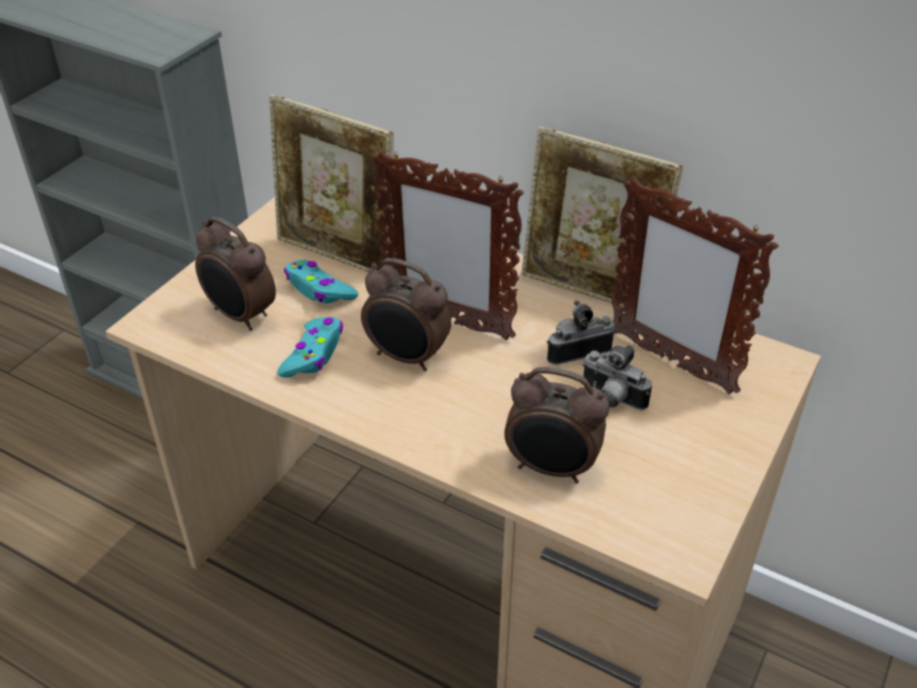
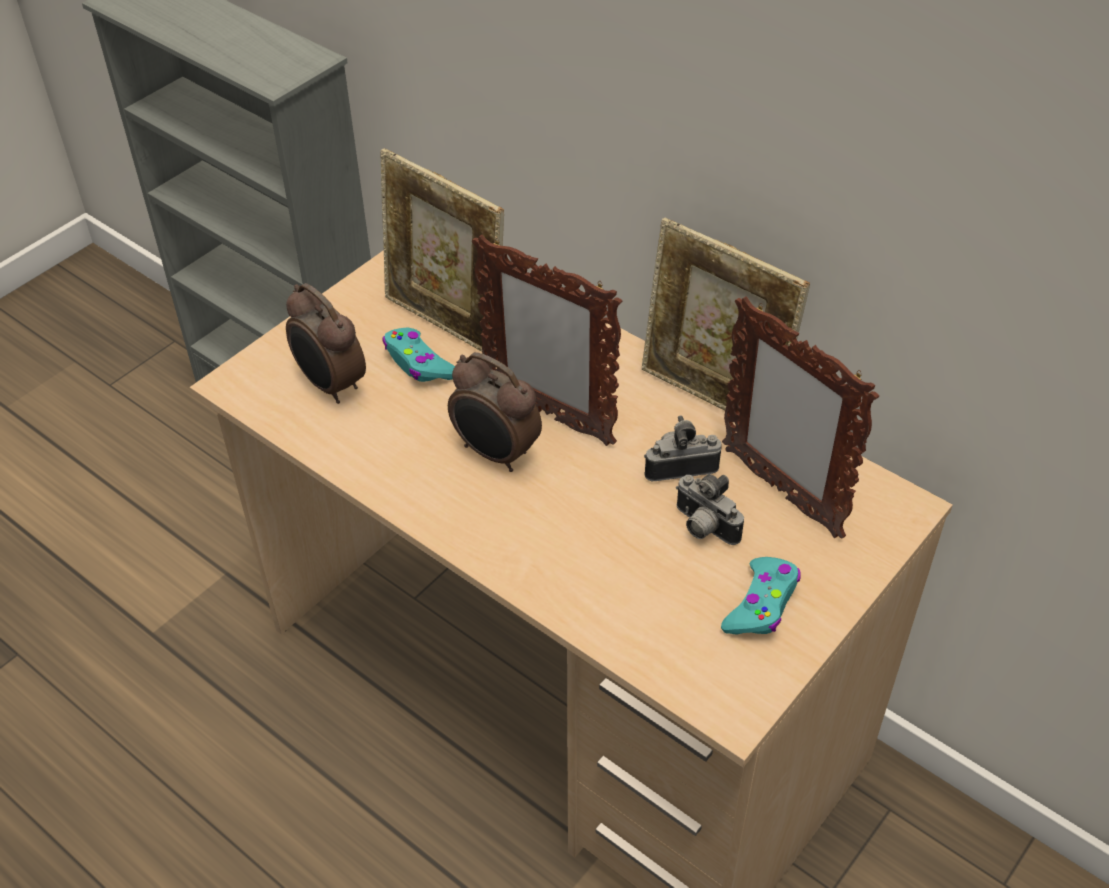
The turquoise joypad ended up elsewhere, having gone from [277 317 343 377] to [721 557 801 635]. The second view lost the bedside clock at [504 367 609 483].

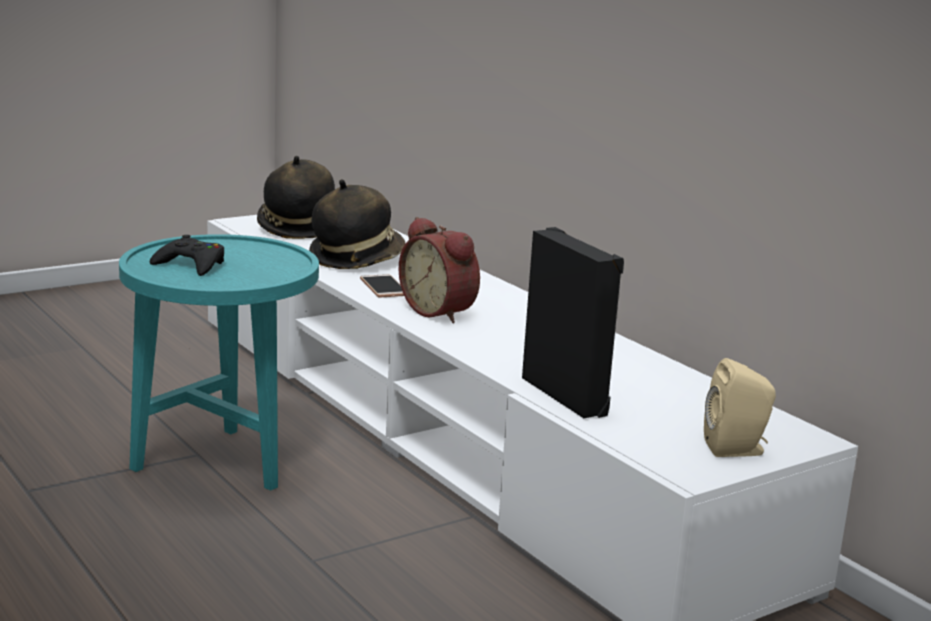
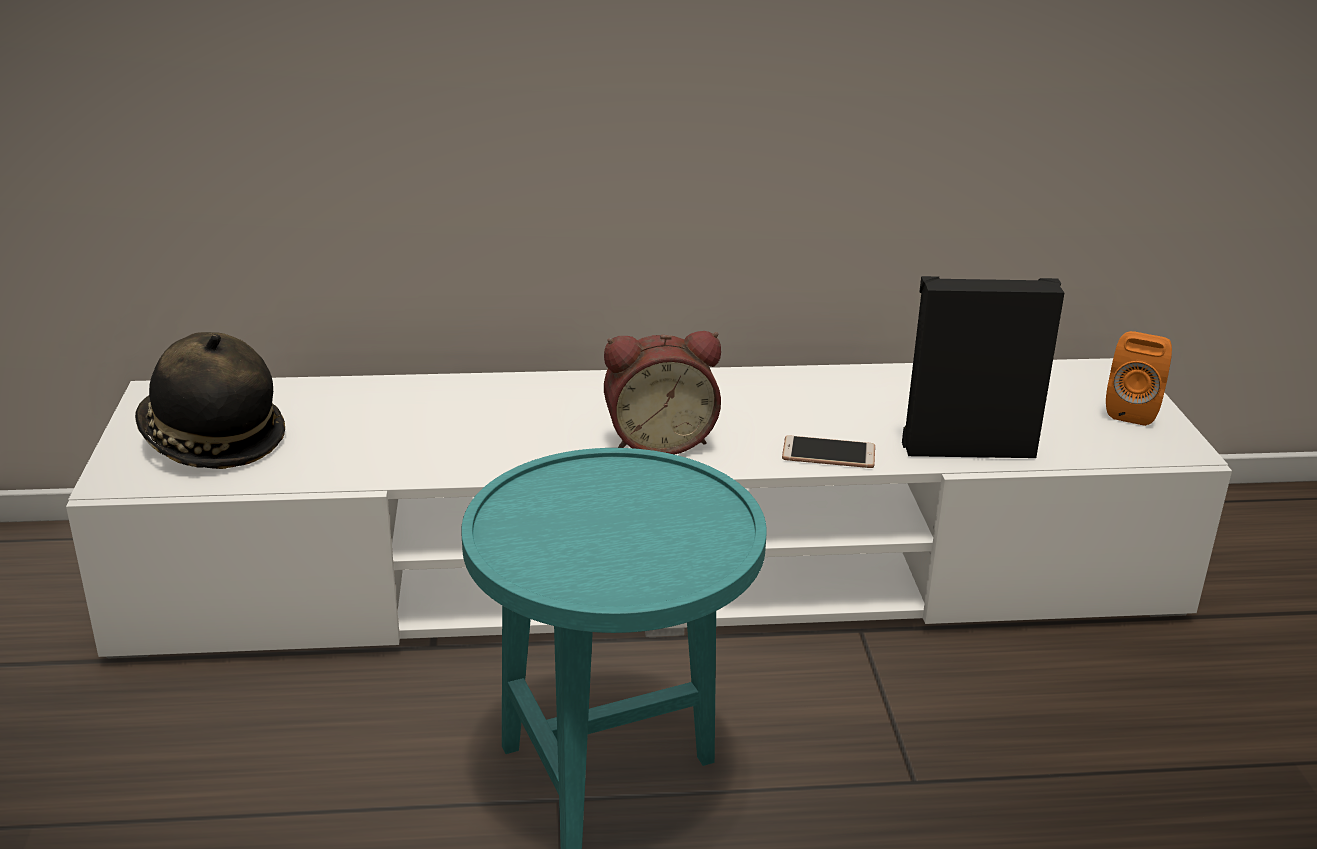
The second view lost the black joypad at [150 235 224 276]. The second view lost the clothing hat at [309 179 405 269]. The handset ended up elsewhere, having gone from [360 274 404 297] to [782 435 875 468]. What was the sand-coloured speaker at [704 358 776 457] turned into the orange speaker at [1106 331 1172 426].

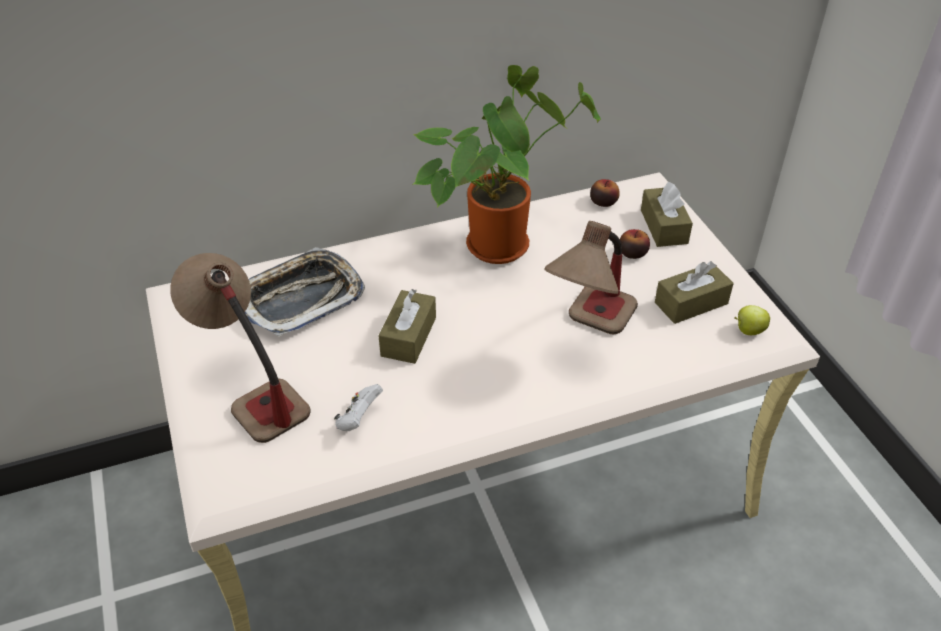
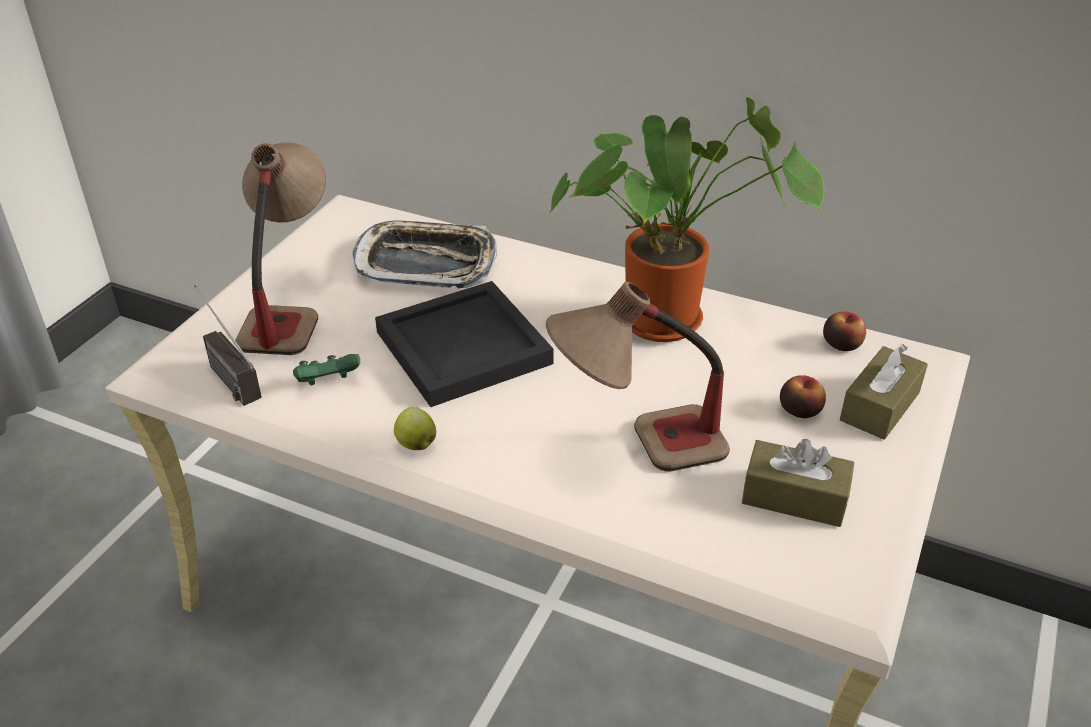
What was the white-coloured joypad at [334 384 383 431] turned into the green joypad at [293 354 360 386]. Where the brown-coloured tissue box stood at [378 289 436 364], the black serving tray came to stand at [375 281 554 407]. The apple ended up elsewhere, having gone from [734 305 770 335] to [394 407 436 450]. The second view gained the radio set at [194 285 261 406].

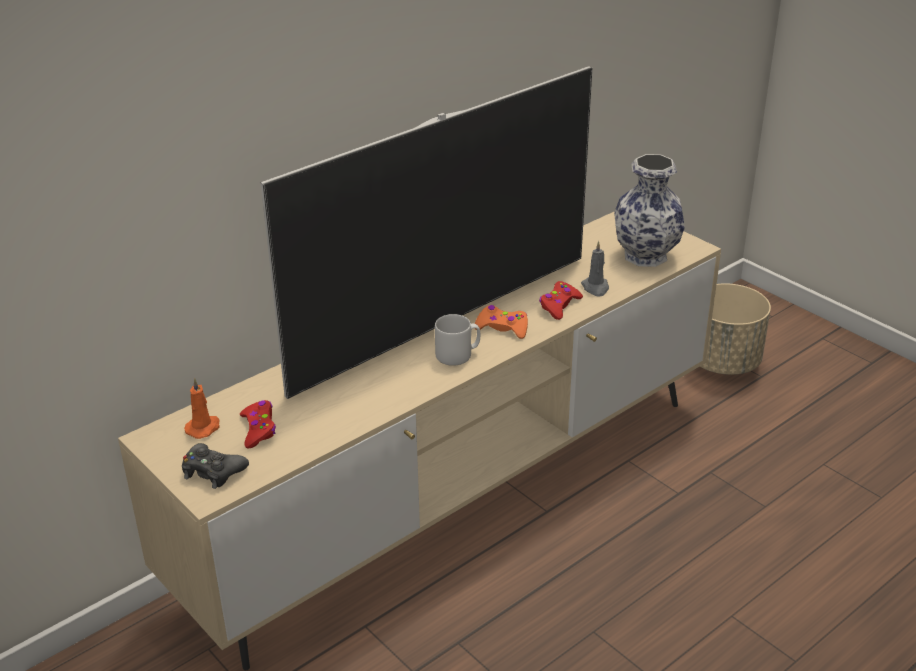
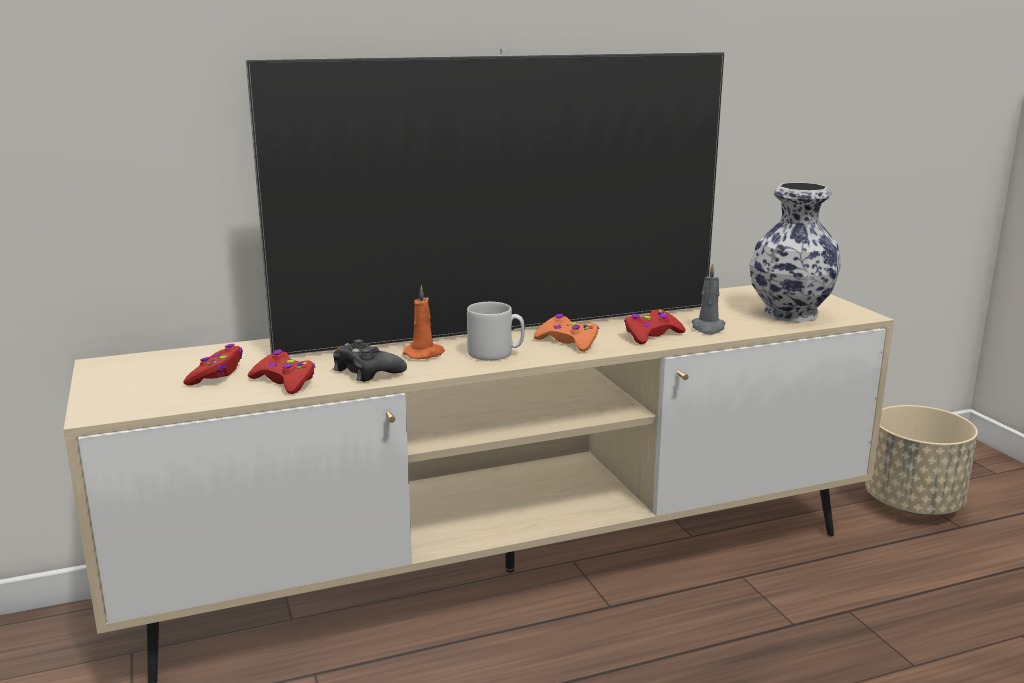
The black joypad ended up elsewhere, having gone from [182 443 249 489] to [333 339 407 382]. The orange wax light ended up elsewhere, having gone from [184 378 220 439] to [403 285 445 359]. The second view gained the red-coloured joypad at [248 349 316 394].

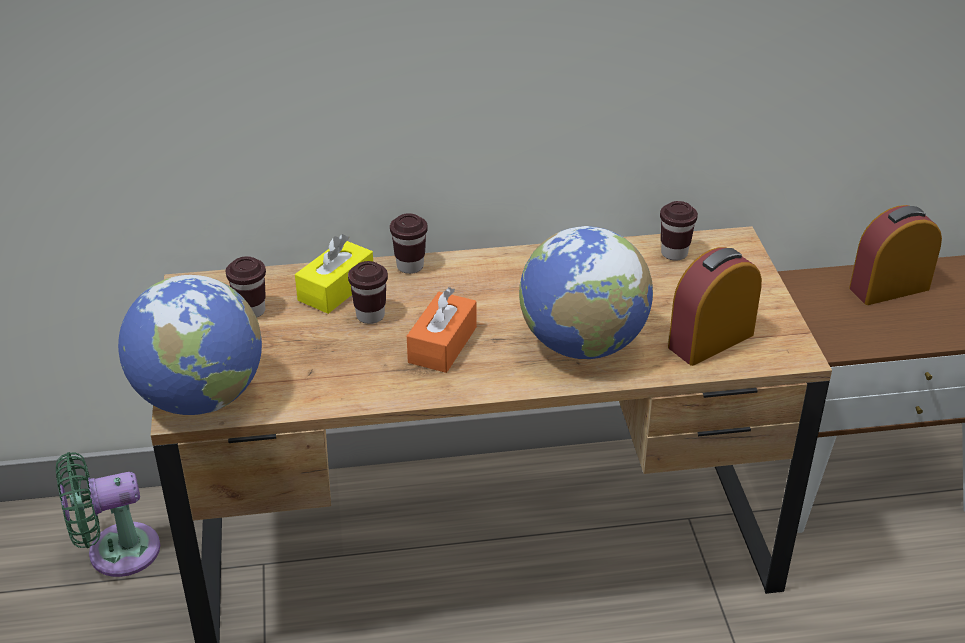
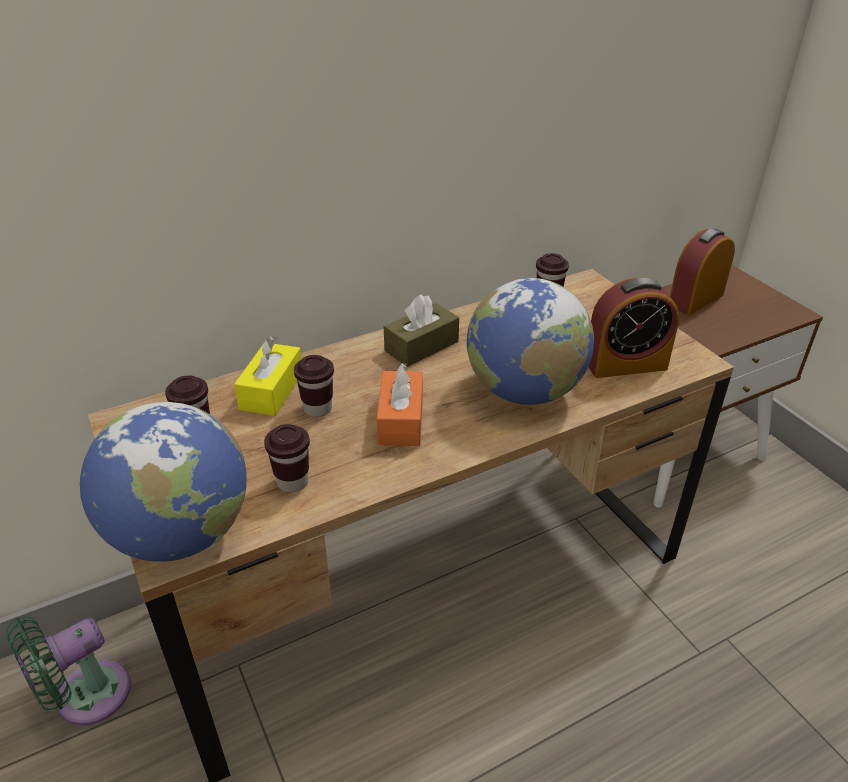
The brown-coloured small cup ended up elsewhere, having gone from [390 213 428 274] to [264 424 310 492]. The bedside clock at [668 247 762 366] ended up facing another way, 135 degrees counterclockwise from before. The second view gained the brown-coloured tissue box at [384 294 459 367].

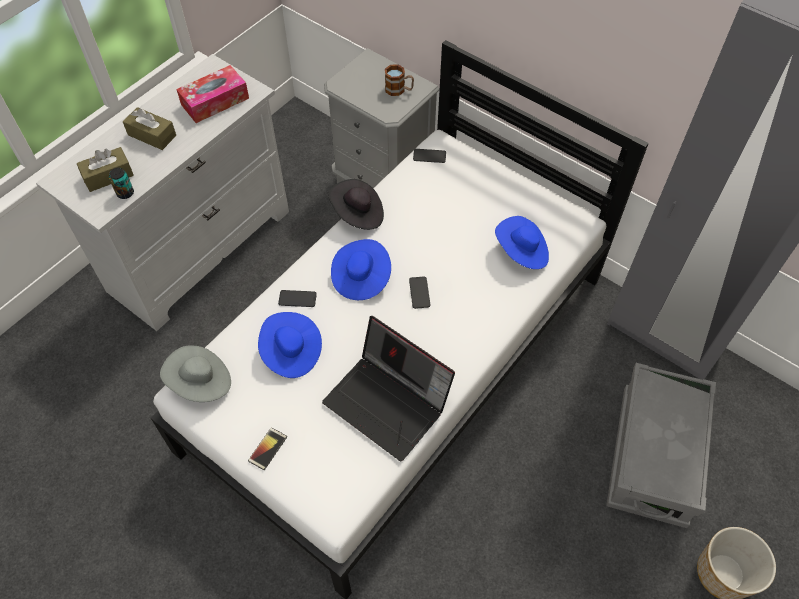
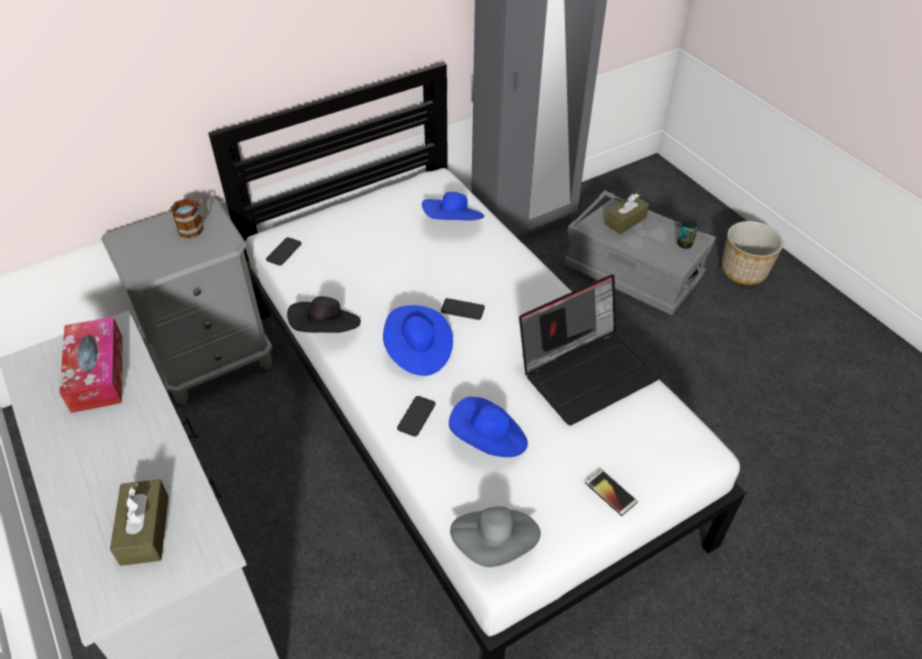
The sealed can ended up elsewhere, having gone from [109 168 134 199] to [677 220 698 249]. The brown-coloured tissue box ended up elsewhere, having gone from [123 107 176 150] to [605 193 649 234].

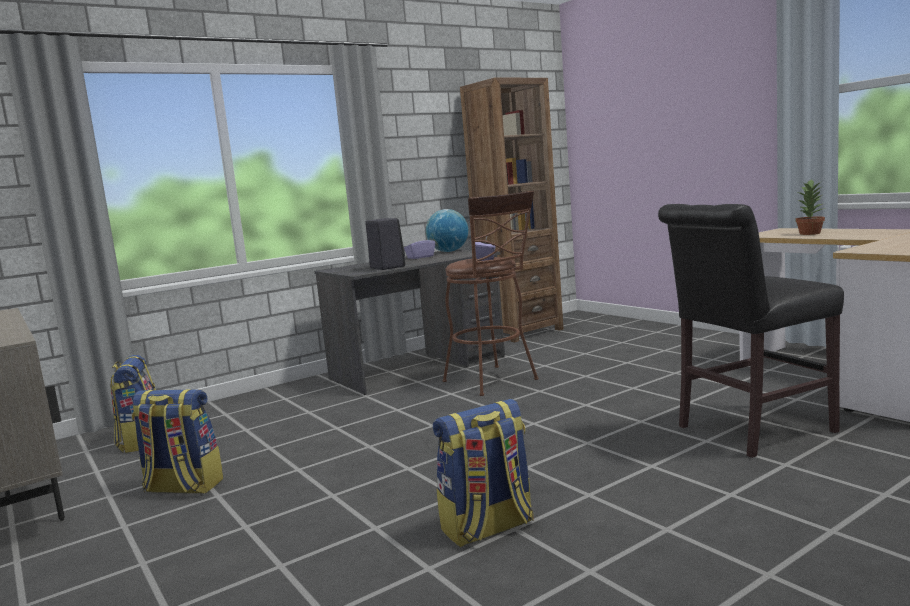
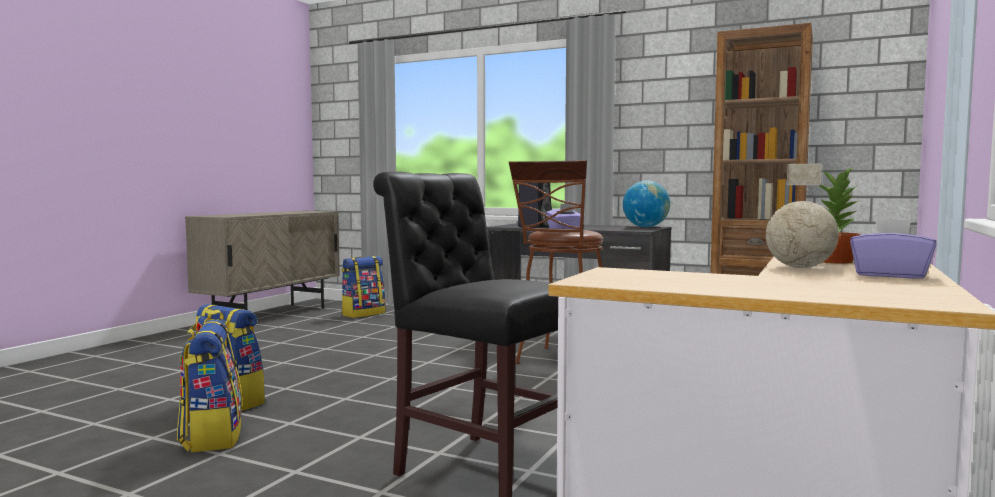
The knapsack ended up elsewhere, having gone from [132 389 223 494] to [177 320 243 452]. The purplish tissue box ended up elsewhere, having gone from [404 235 435 259] to [850 219 936 279]. The second view gained the desk globe at [766 163 839 268].

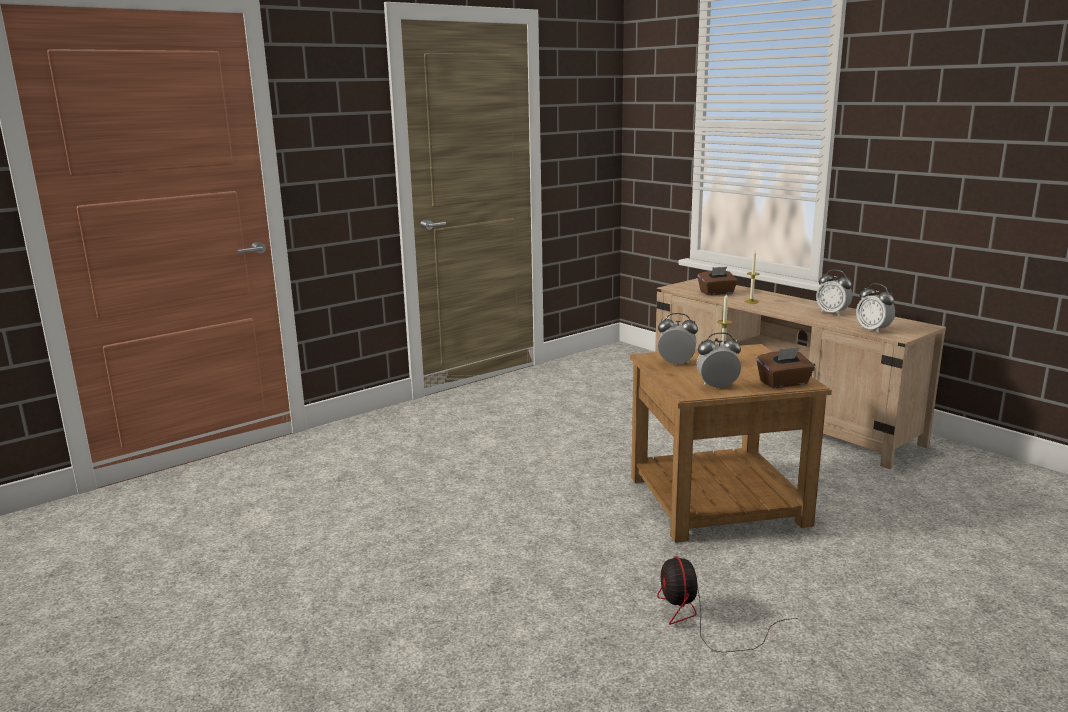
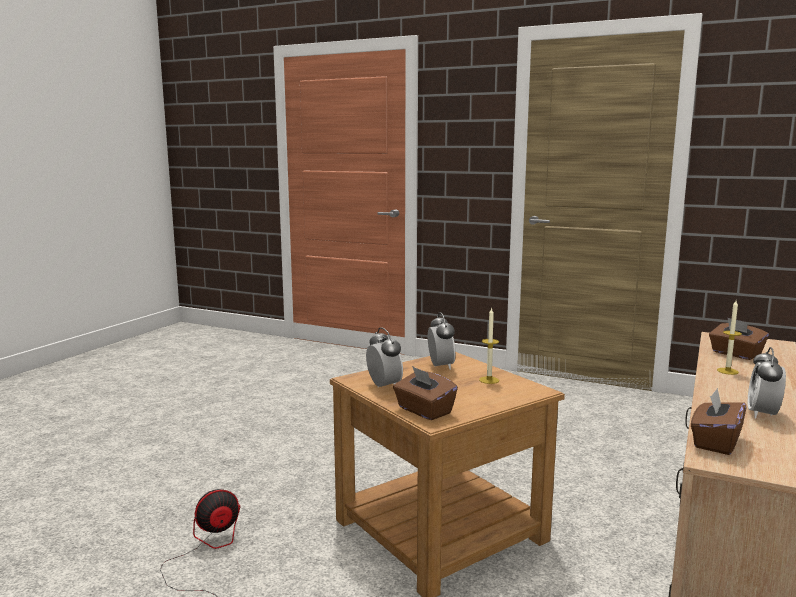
Where the bedside clock stood at [856 283 895 333], the brown-coloured tissue box came to stand at [691 388 746 455].

